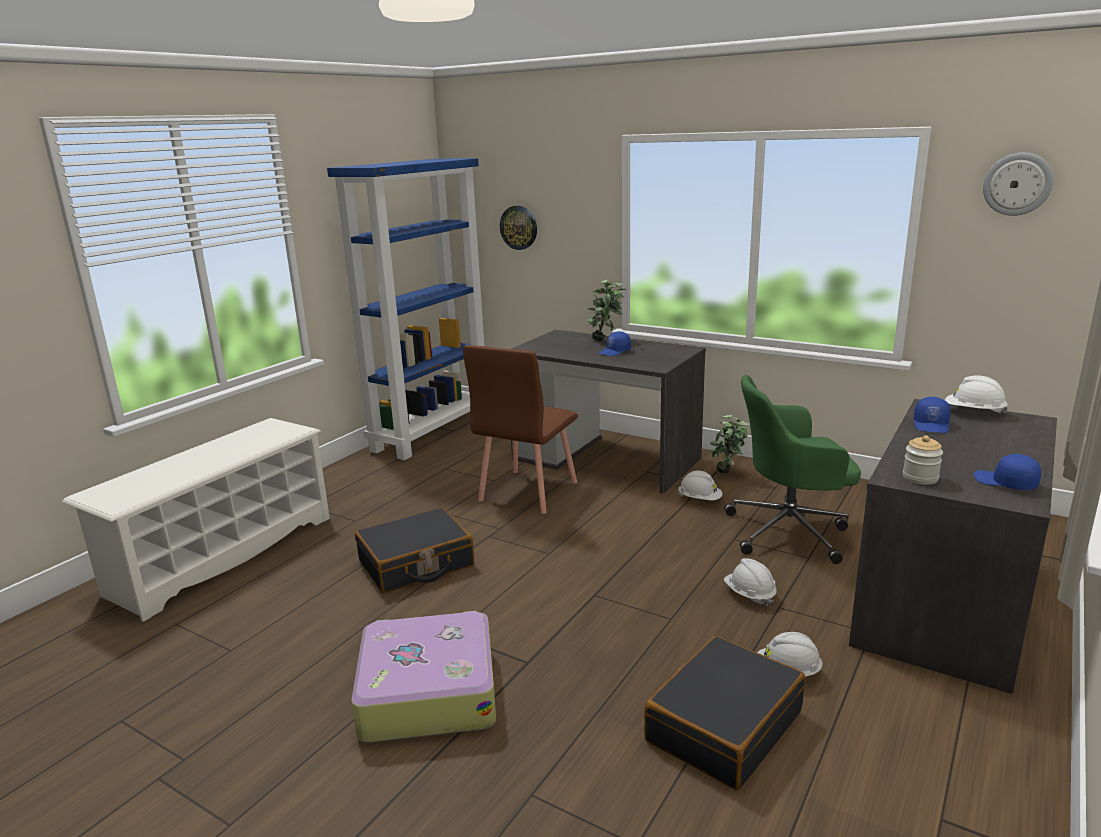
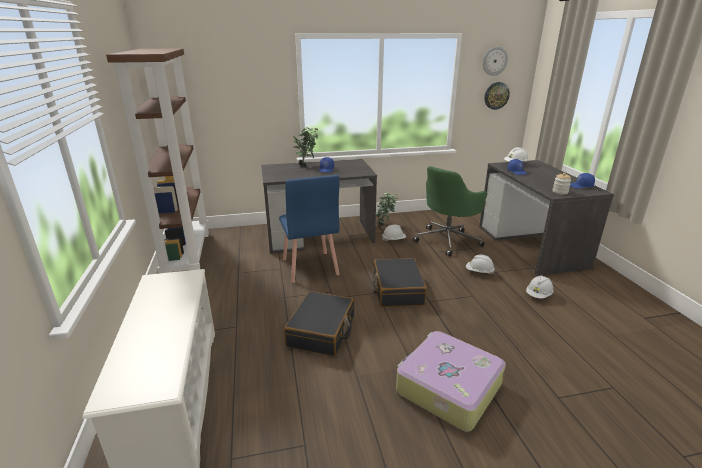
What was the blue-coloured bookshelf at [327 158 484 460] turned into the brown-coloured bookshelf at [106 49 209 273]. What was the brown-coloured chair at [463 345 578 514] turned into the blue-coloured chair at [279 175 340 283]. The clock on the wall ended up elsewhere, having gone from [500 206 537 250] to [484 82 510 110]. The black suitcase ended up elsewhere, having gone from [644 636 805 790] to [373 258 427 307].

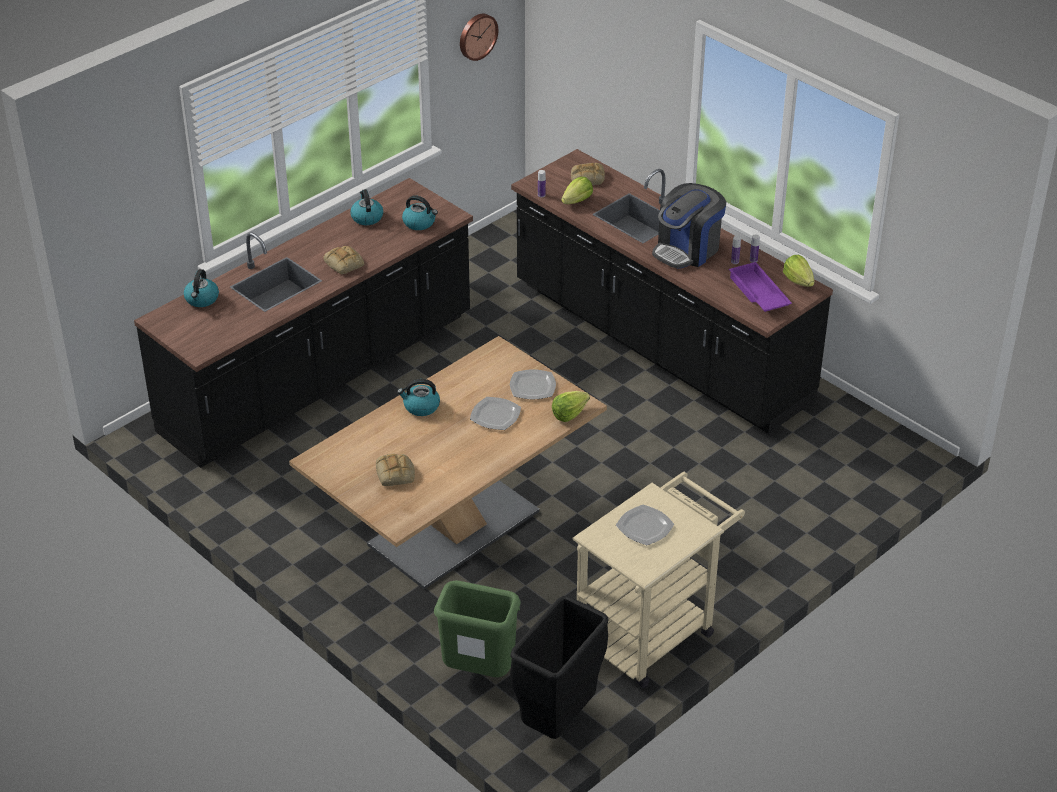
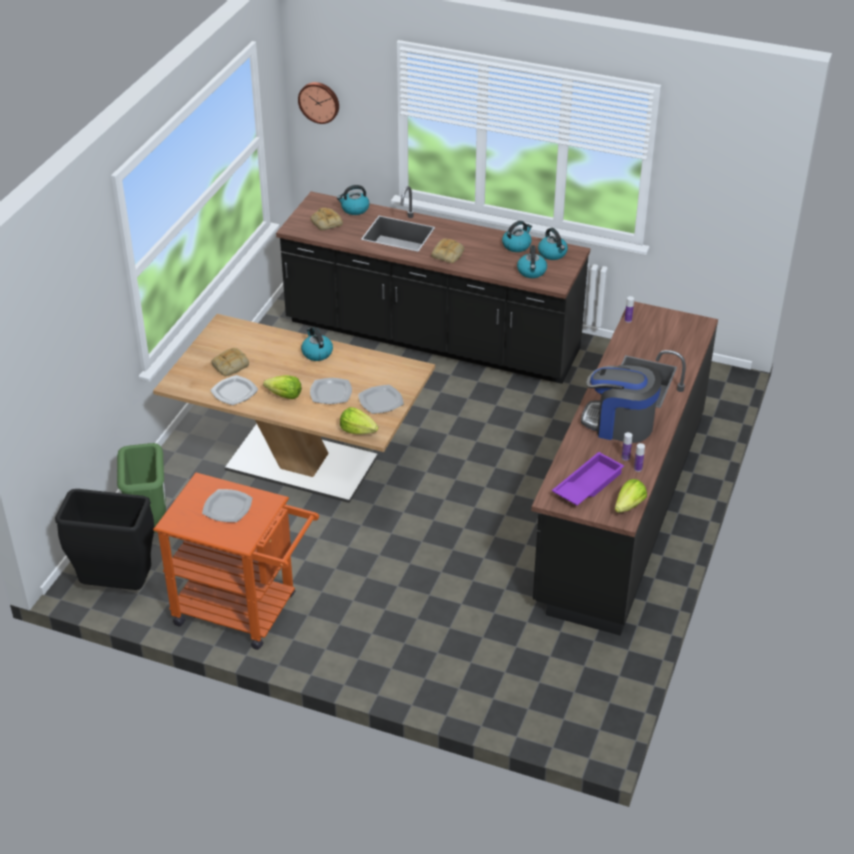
The clock on the wall ended up elsewhere, having gone from [460 14 498 61] to [298 82 339 124]. The lettuce ended up elsewhere, having gone from [561 177 593 204] to [263 375 302 399]. The bakery bread ended up elsewhere, having gone from [571 163 605 185] to [311 208 343 230]. What was the sand-coloured trolley at [573 472 745 688] turned into the orange trolley at [153 473 319 650]. The second view gained the flat dish at [210 375 258 405]. The second view gained the water kettle at [538 228 568 260].

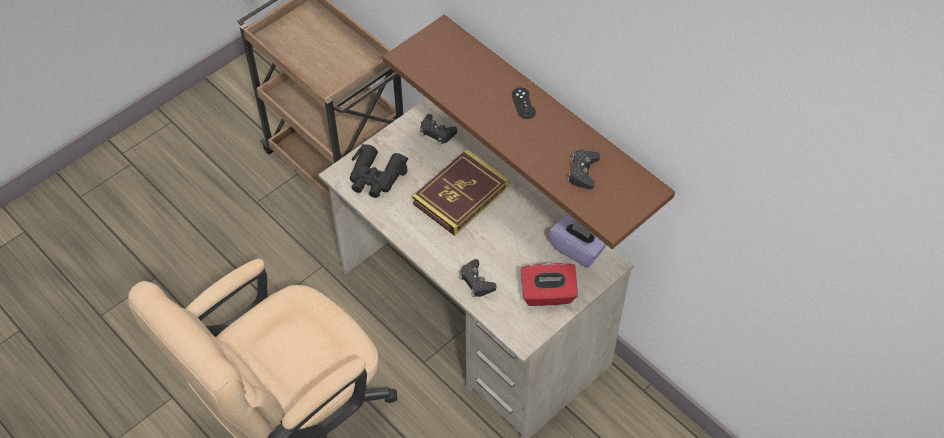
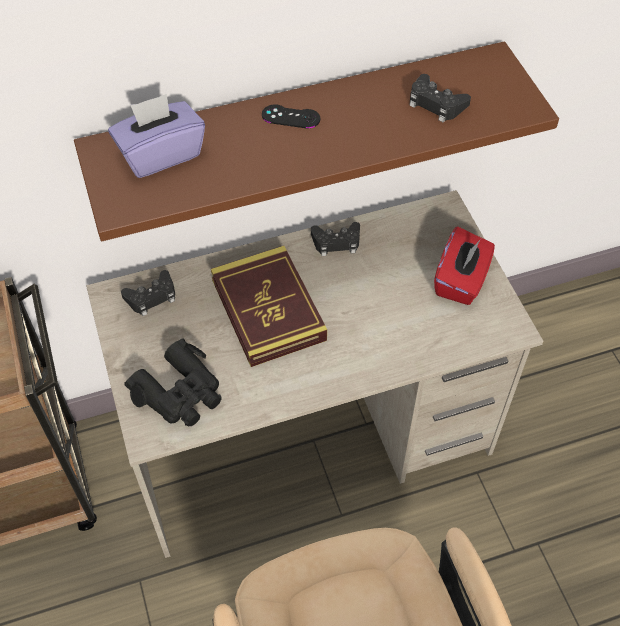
The black joypad ended up elsewhere, having gone from [459 259 496 297] to [311 222 360 256]. The purplish tissue box ended up elsewhere, having gone from [549 215 606 268] to [108 94 205 178].

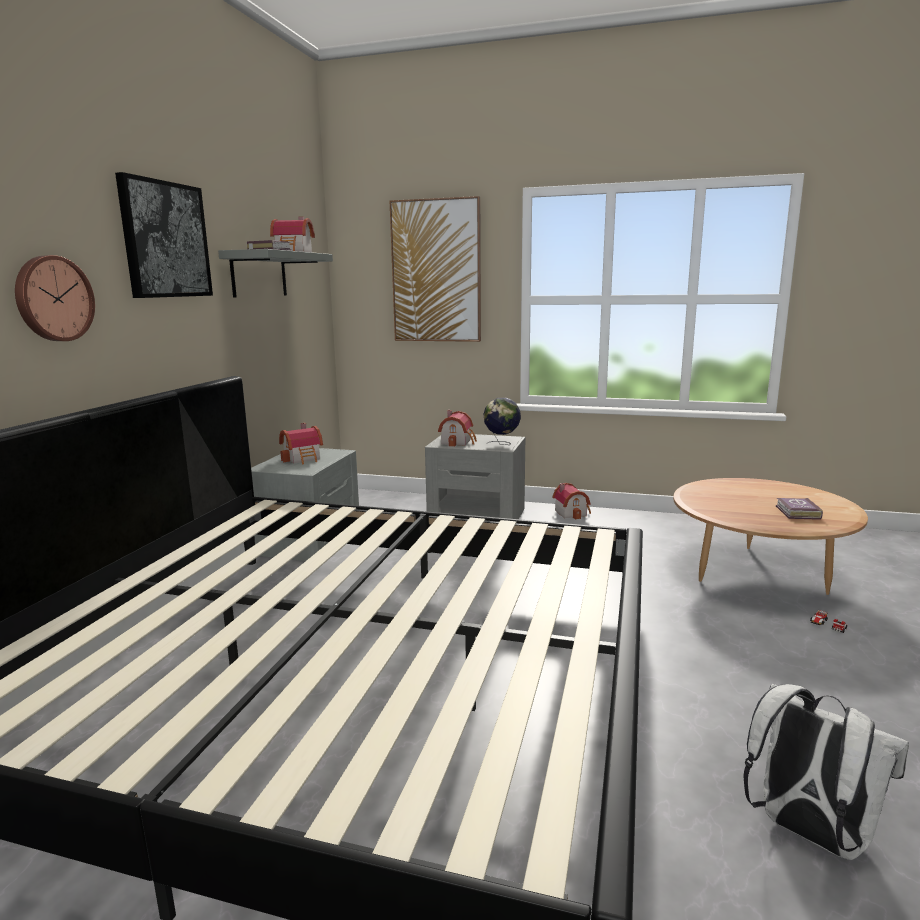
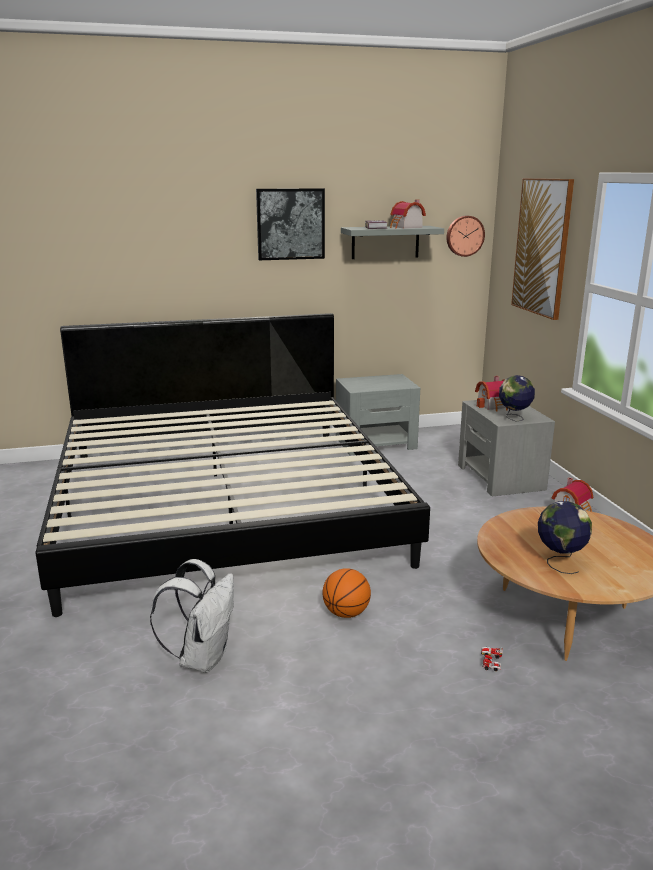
The clock on the wall ended up elsewhere, having gone from [15 255 95 341] to [447 216 485 257]. The second view lost the miniature house at [279 423 323 464]. Where the book stood at [776 498 823 520], the desk globe came to stand at [538 501 592 574]. The second view gained the ball for basketball at [322 568 371 618].

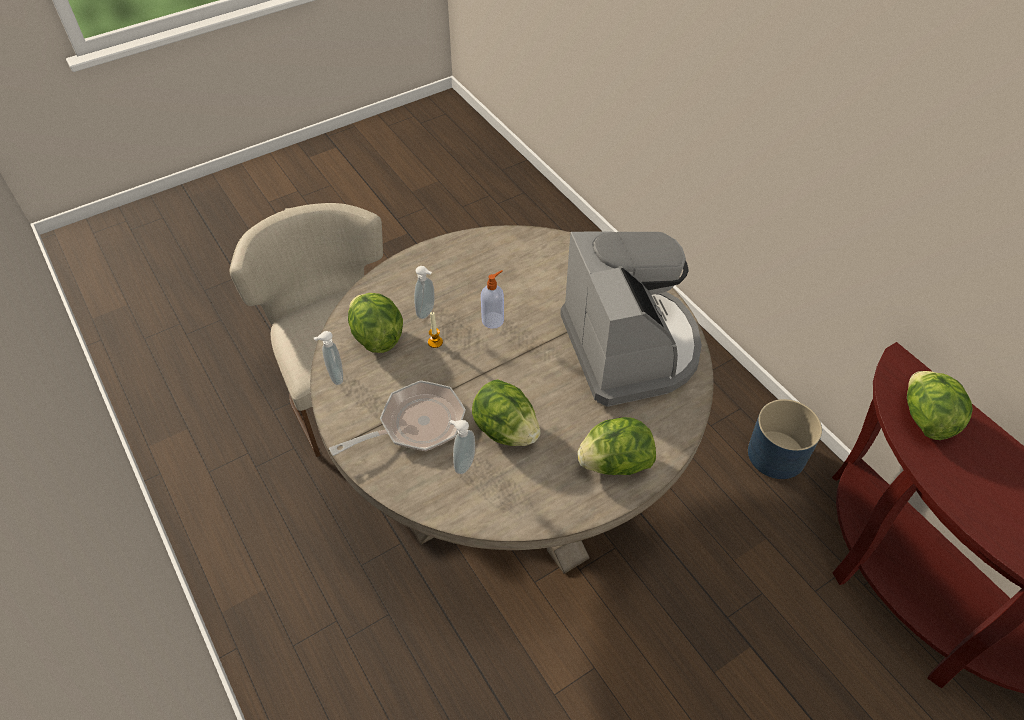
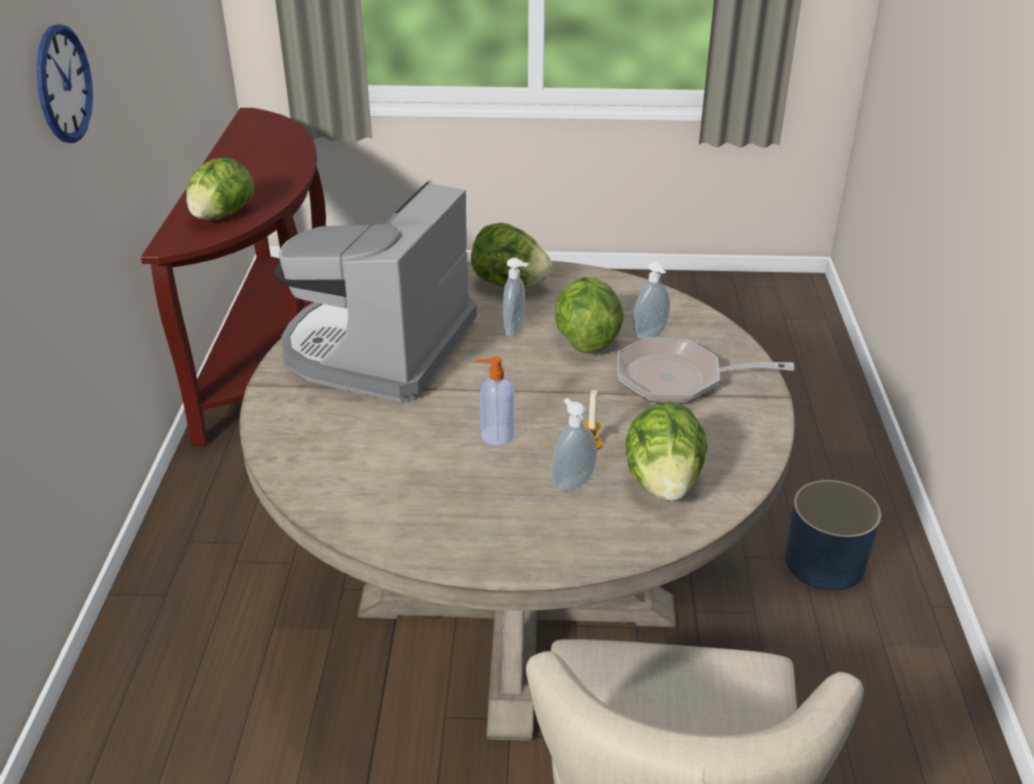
The liquid soap bottle ended up elsewhere, having gone from [314 331 343 385] to [503 258 529 337]. The blue-coloured flower pot ended up elsewhere, having gone from [748 399 822 479] to [785 480 881 591]. The second view gained the clock on the wall at [36 24 93 143].

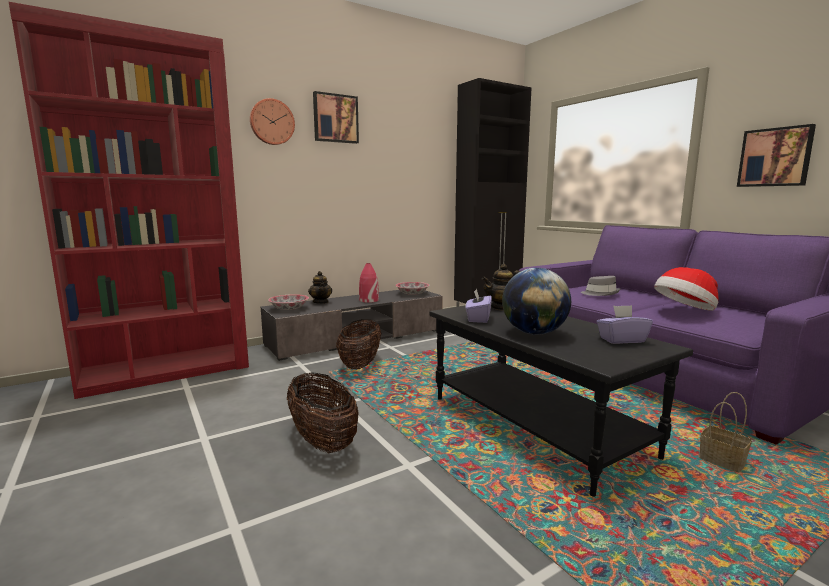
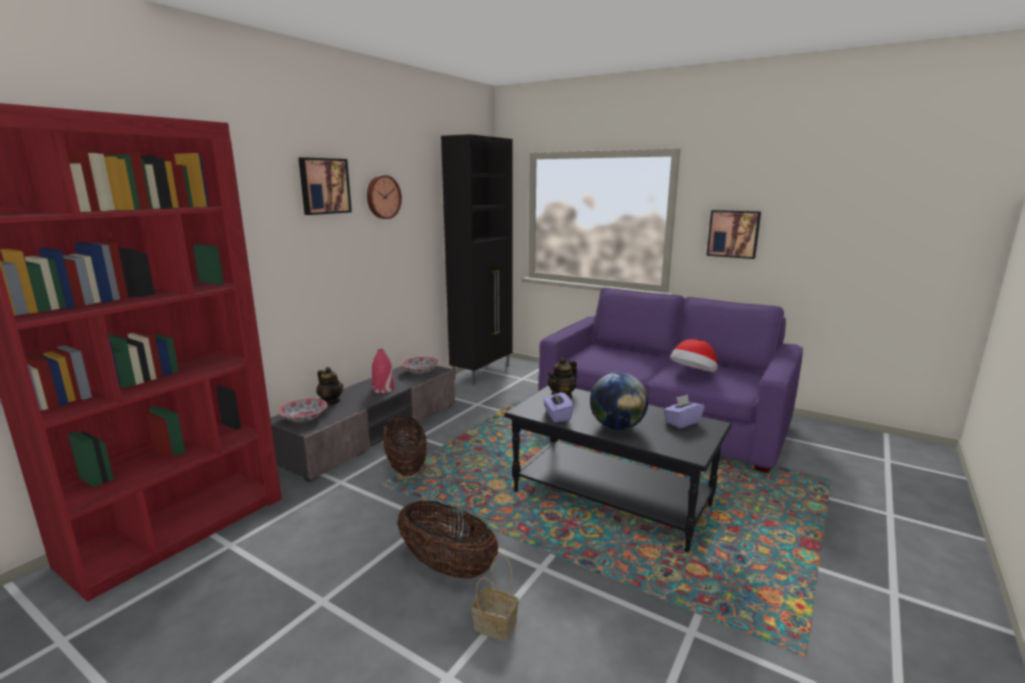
The clock on the wall ended up elsewhere, having gone from [250 98 295 145] to [367 175 402 219]. The second view lost the greyish clothing hat at [581 276 620 296]. The basket ended up elsewhere, having gone from [699 392 752 472] to [471 554 518 641].

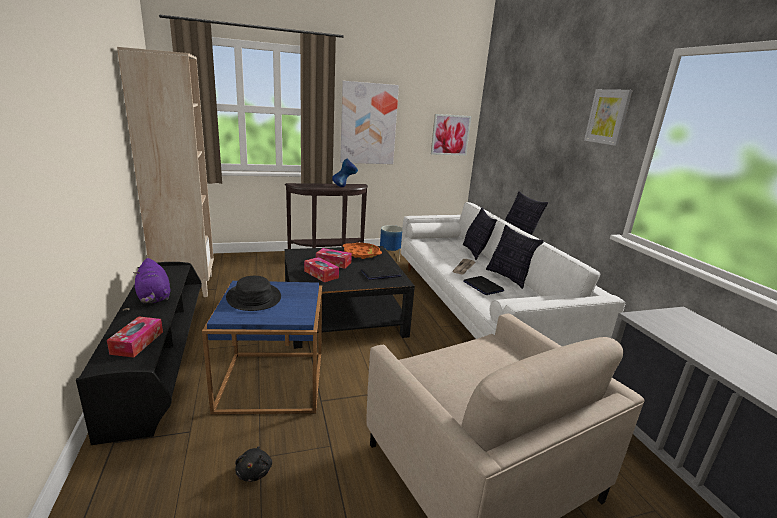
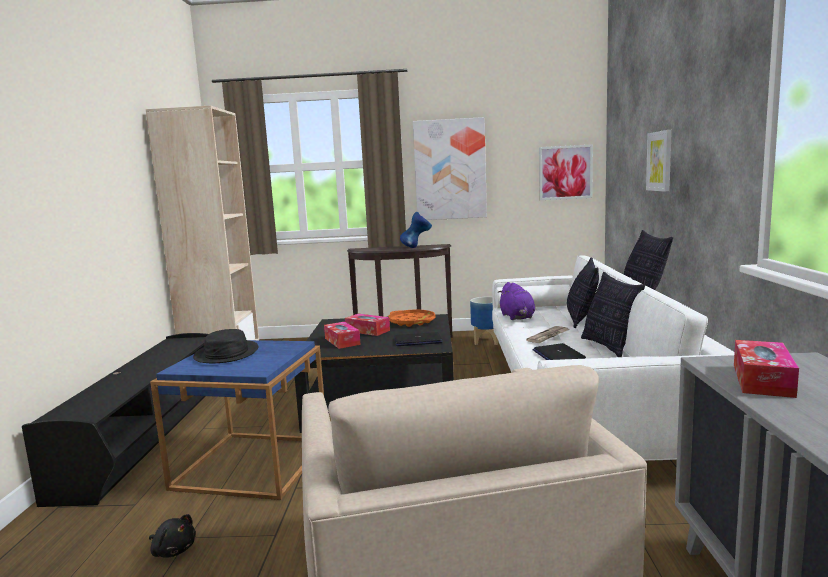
The tissue box ended up elsewhere, having gone from [107 316 163 358] to [734 340 799 398]. The purplish cuddly toy ended up elsewhere, having gone from [133 258 170 304] to [498 282 535 320]. The black cuddly toy at [235 446 272 482] ended up facing another way, 75 degrees counterclockwise from before. The wall picture ended up elsewhere, having gone from [584 89 633 146] to [646 130 672 192].

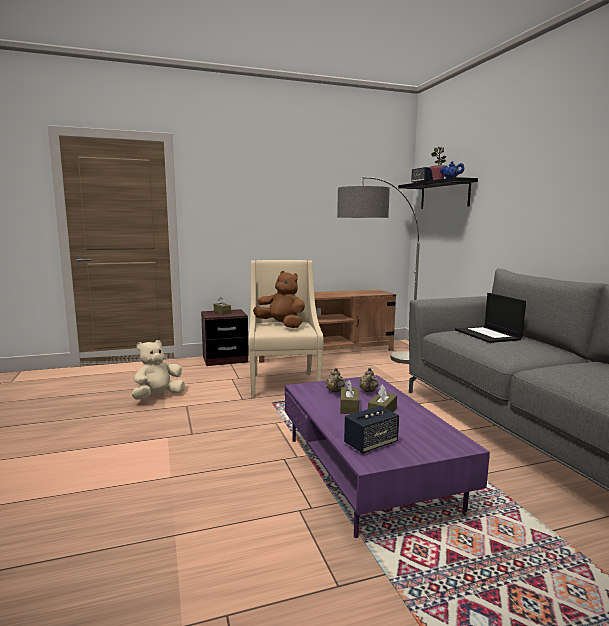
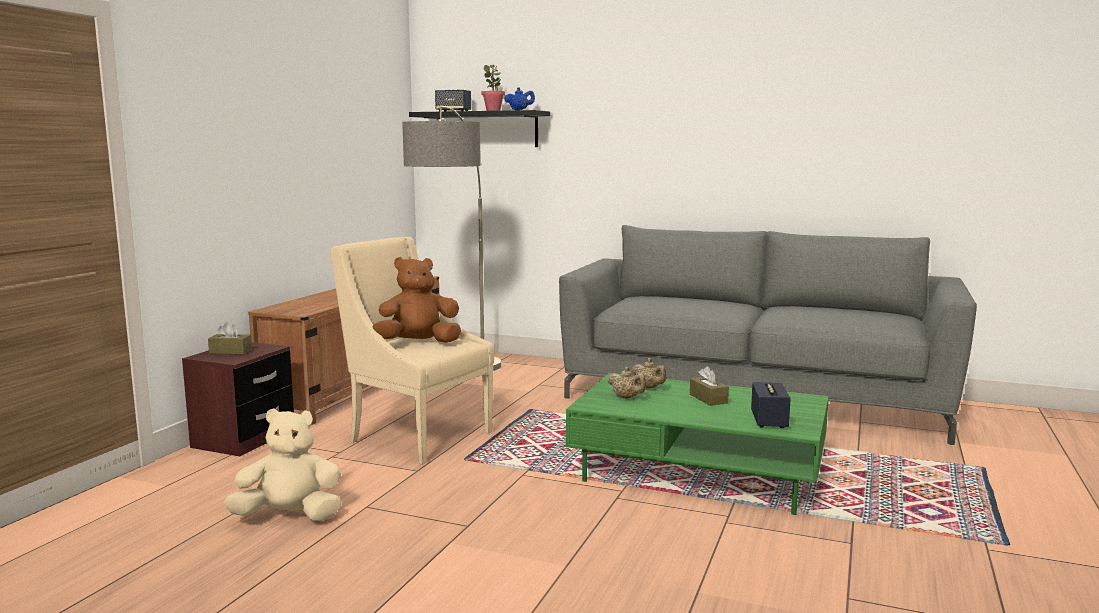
The sand-coloured cuddly toy at [132 340 185 400] ended up facing another way, 90 degrees clockwise from before. What was the purplish coffee table at [285 375 490 538] turned into the green coffee table at [566 373 829 515]. The second view lost the brown-coloured tissue box at [340 380 359 414]. The second view lost the notebook computer at [455 293 526 343].

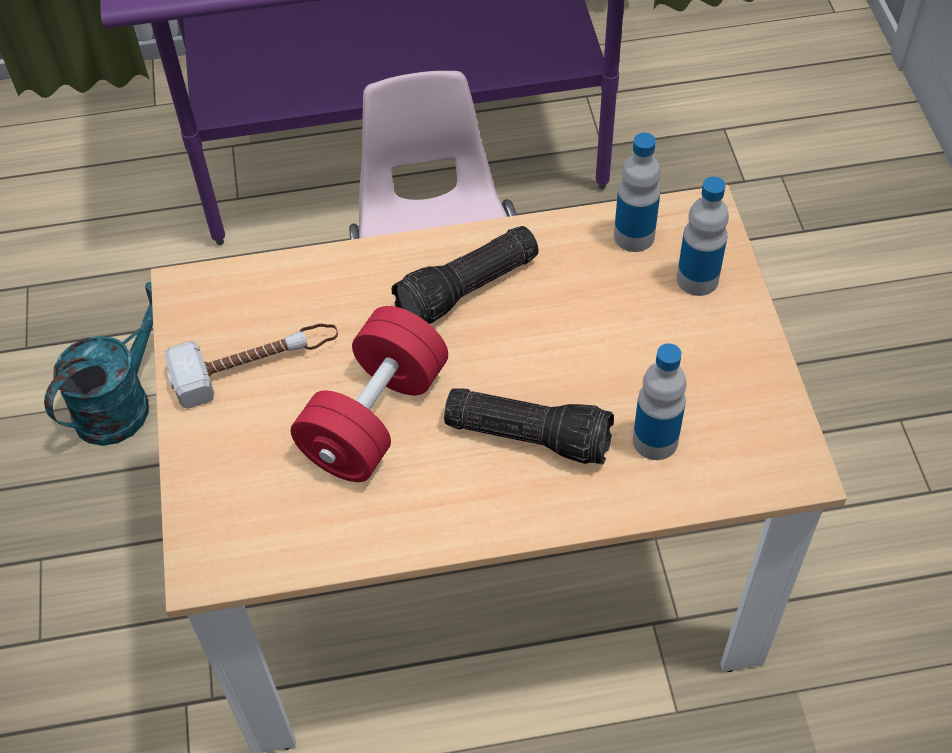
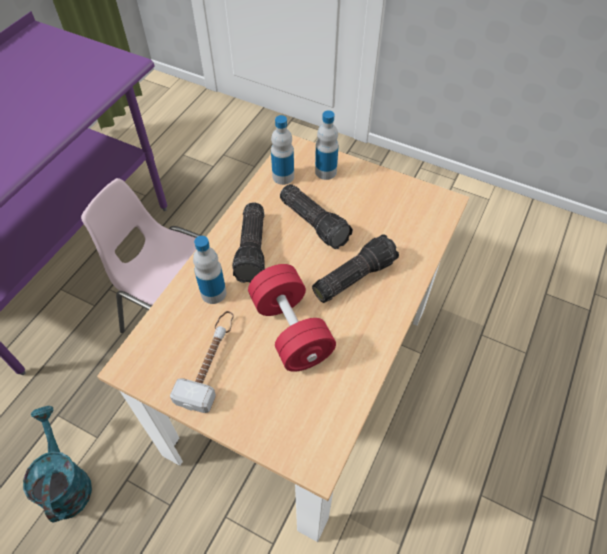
The beverage bottle ended up elsewhere, having gone from [633 343 686 460] to [193 236 226 304]. The second view gained the flashlight at [280 184 353 249].

